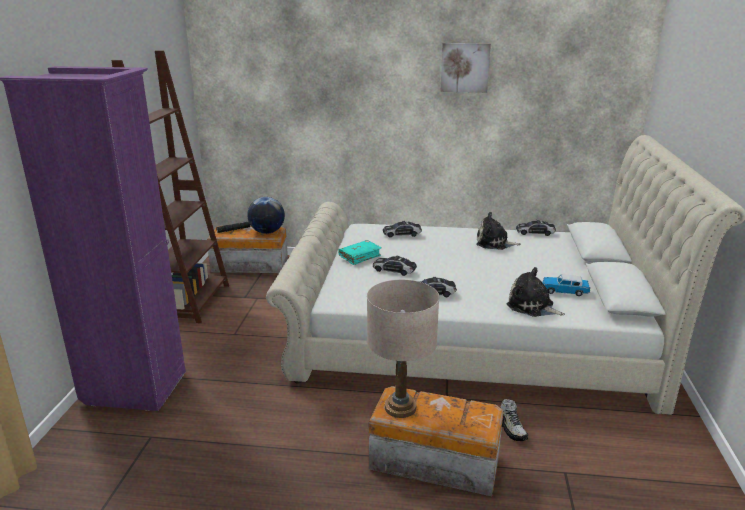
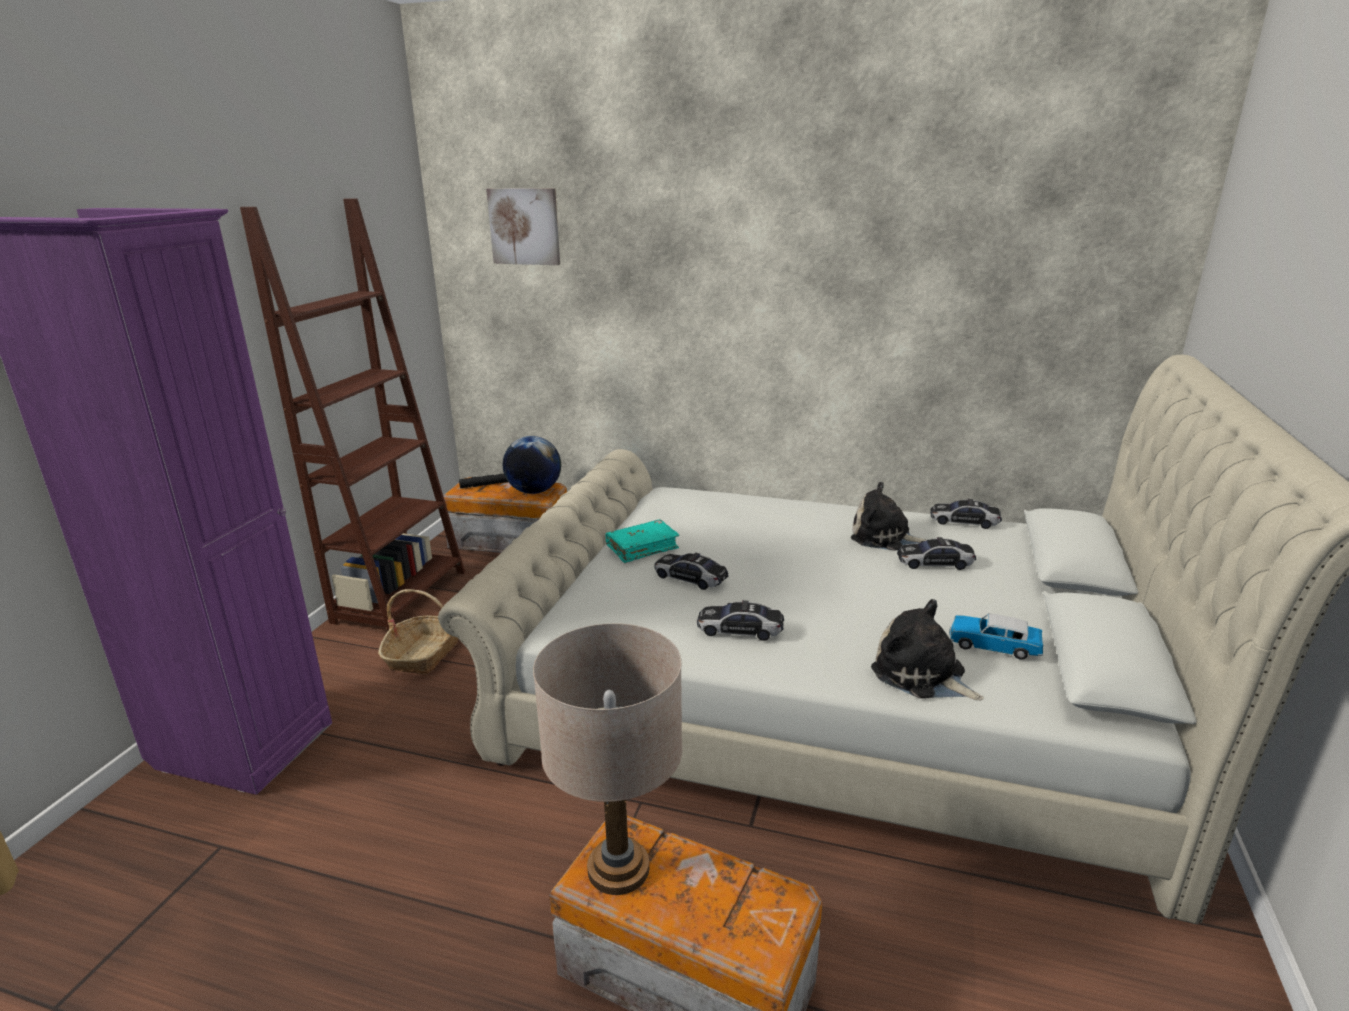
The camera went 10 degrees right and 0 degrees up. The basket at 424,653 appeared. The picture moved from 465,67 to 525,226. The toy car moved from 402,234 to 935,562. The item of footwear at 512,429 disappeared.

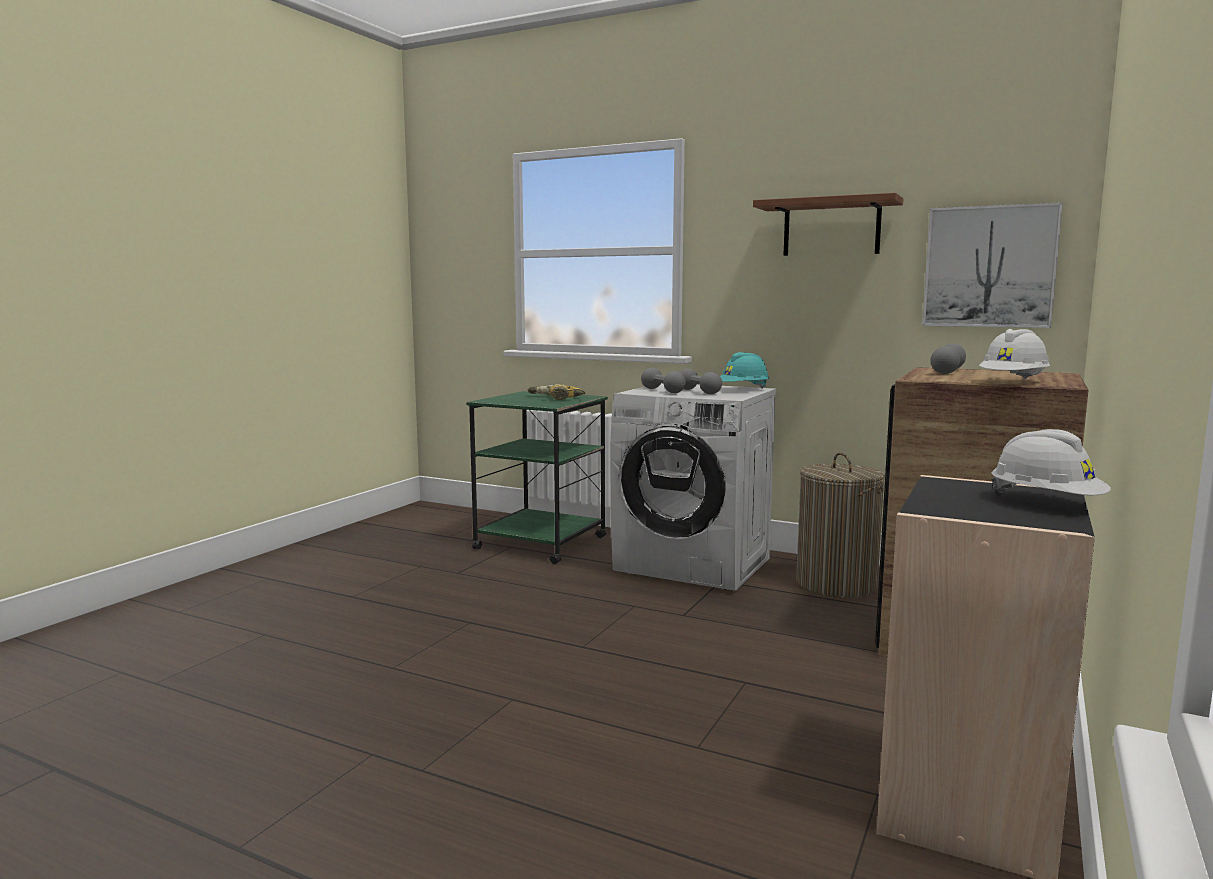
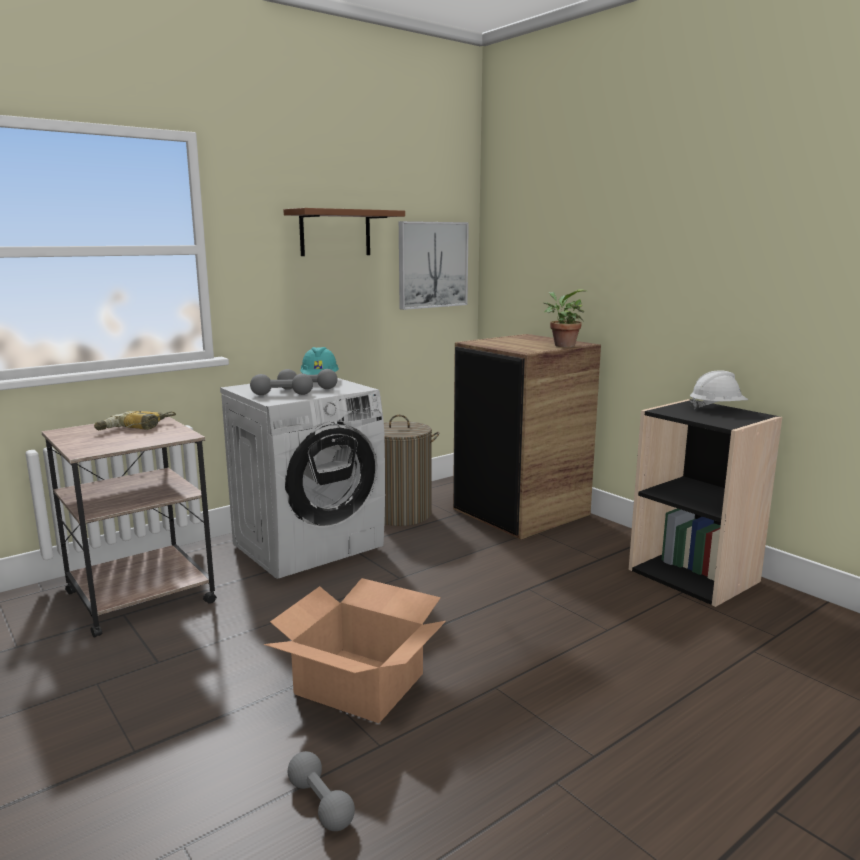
The camera went 65 degrees left and 5 degrees up. The greenish wheeled cart at 542,543 became the brown-coloured wheeled cart at 142,596. The carton at 360,683 appeared. The greyish dumbbell moved from 947,371 to 320,804. The whitish hard hat at 1013,381 was replaced by the houseplant at 562,345.

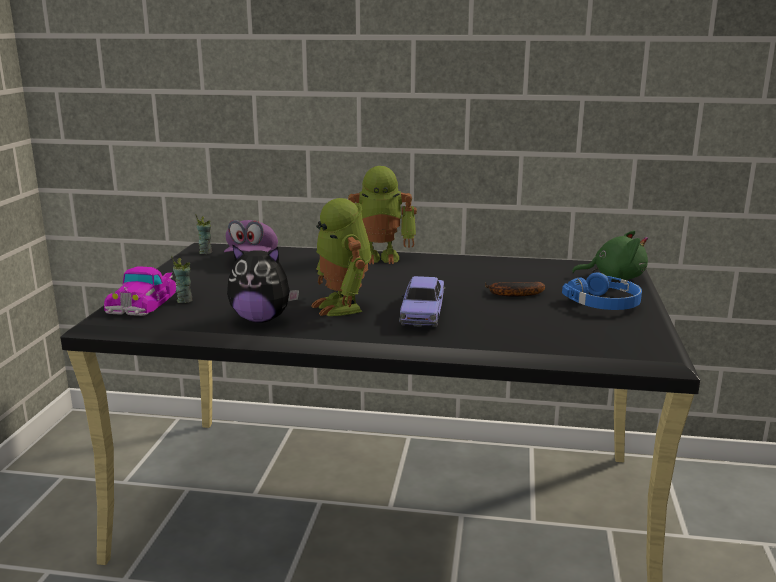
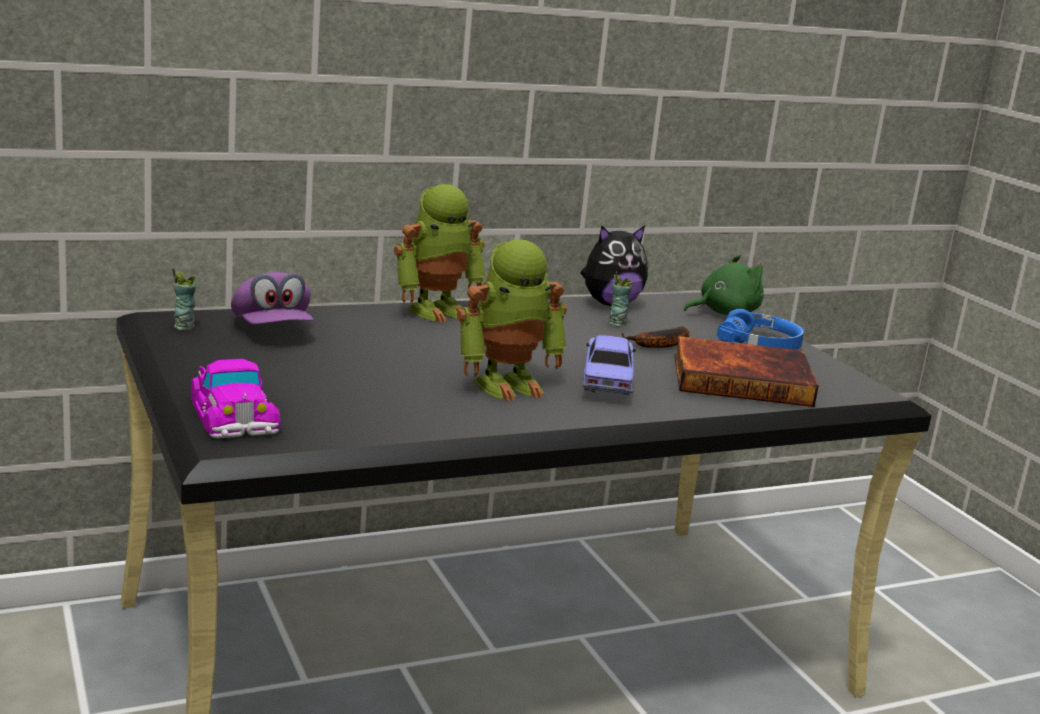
The camera went 35 degrees left and 0 degrees up. The toy robot at 343,306 turned 60 degrees counterclockwise. The soft toy moved from 261,319 to 610,303. The toy car at 422,313 turned 150 degrees counterclockwise. The drinking cup moved from 184,300 to 617,323. The book at 742,379 appeared.

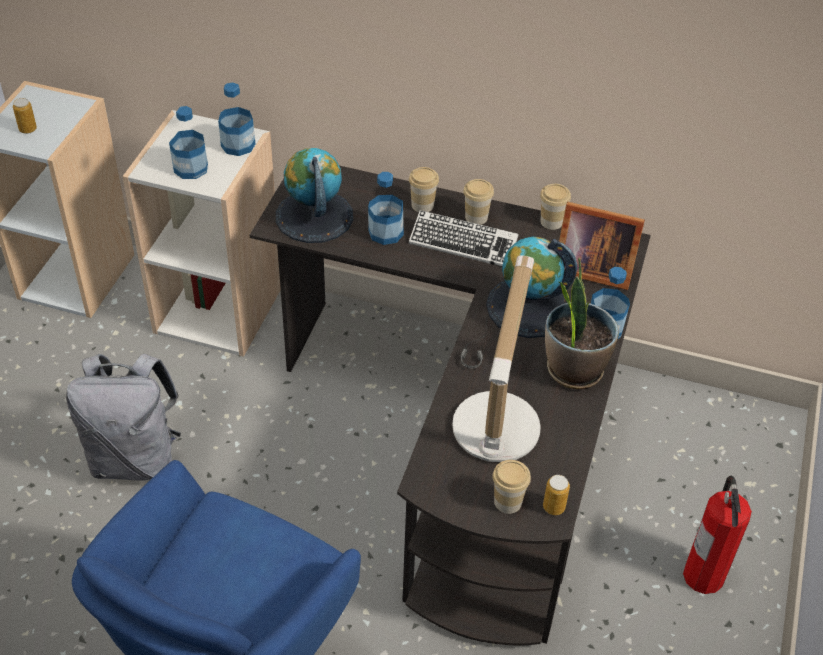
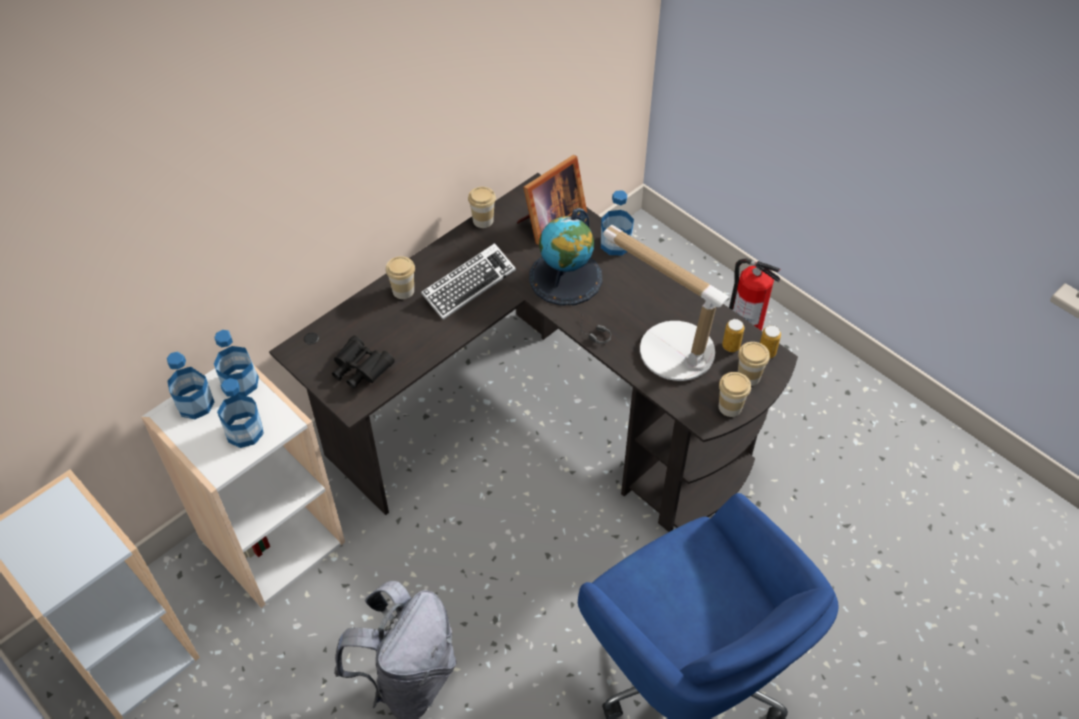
The camera went 60 degrees left and 5 degrees up. The bottle moved from 386,232 to 195,404. The globe at 314,216 was replaced by the black field glasses at 361,370. The drinking cup moved from 476,217 to 730,407. The sealed can moved from 28,129 to 731,346. The houseplant at 573,369 disappeared.

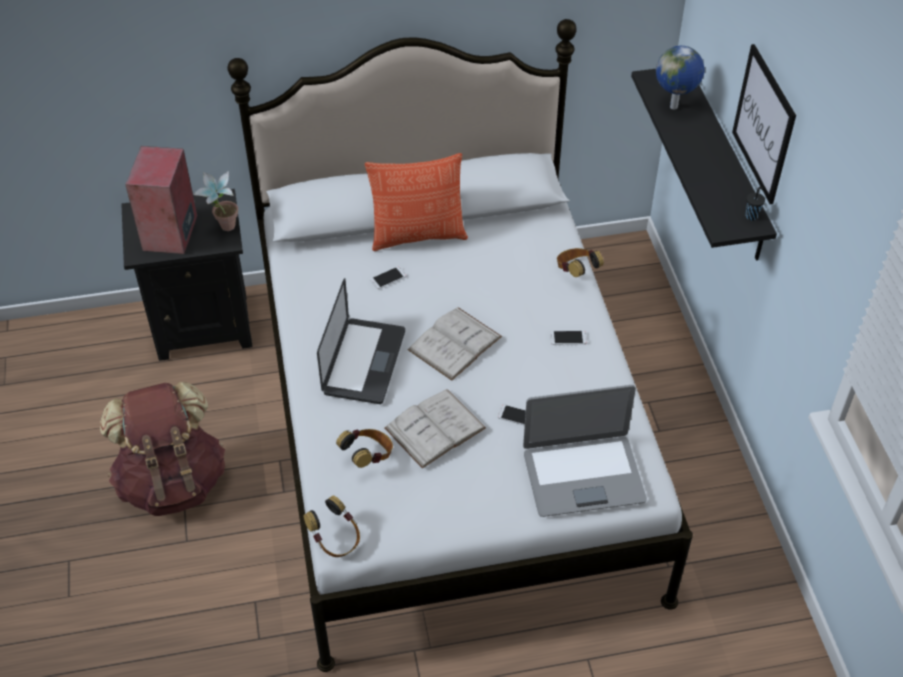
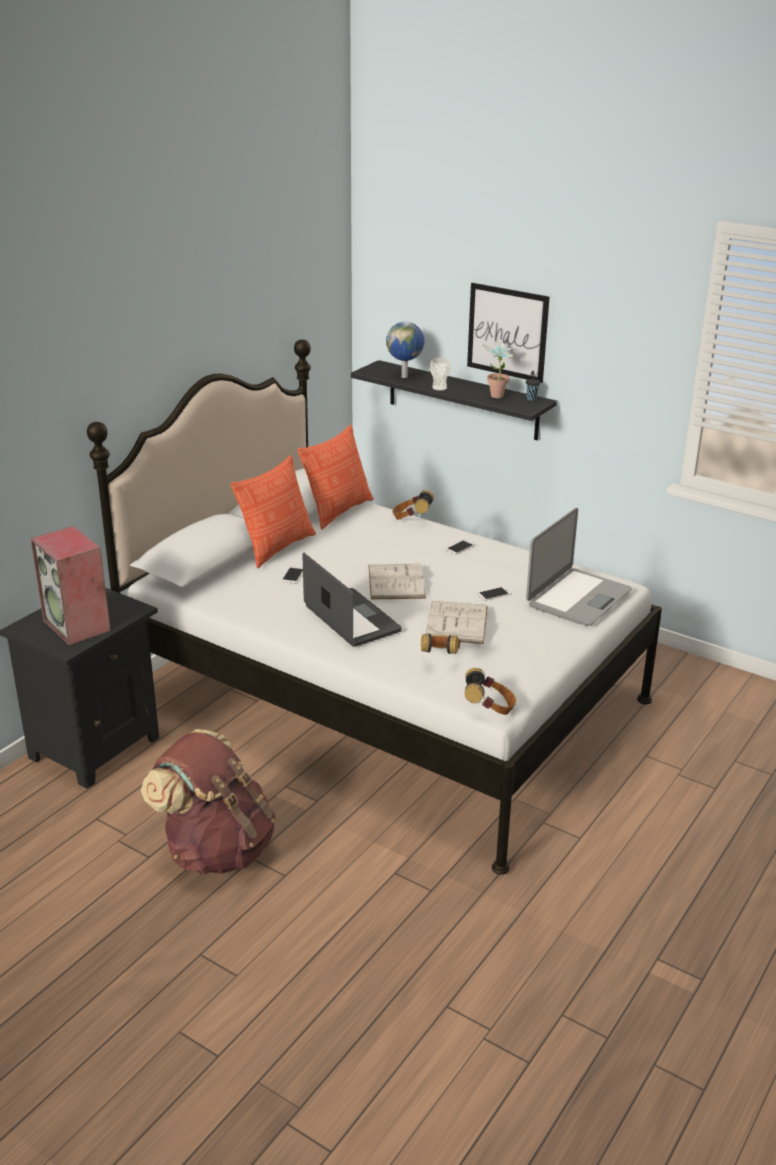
The camera went 45 degrees left and 20 degrees down. The orange pillow at 338,511 appeared. The drinking cup at 439,388 appeared. The houseplant moved from 223,229 to 497,397.

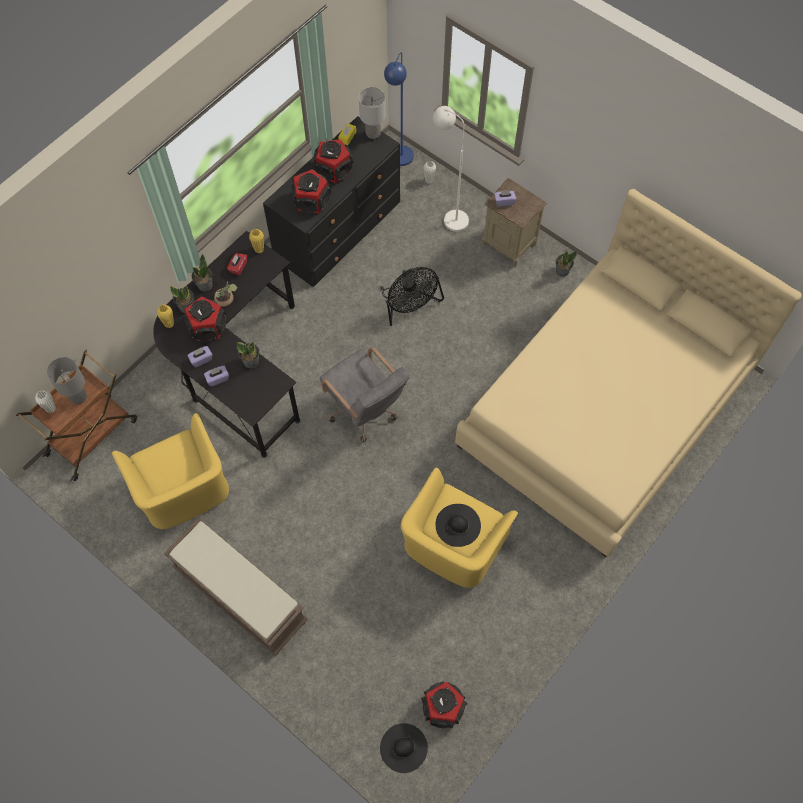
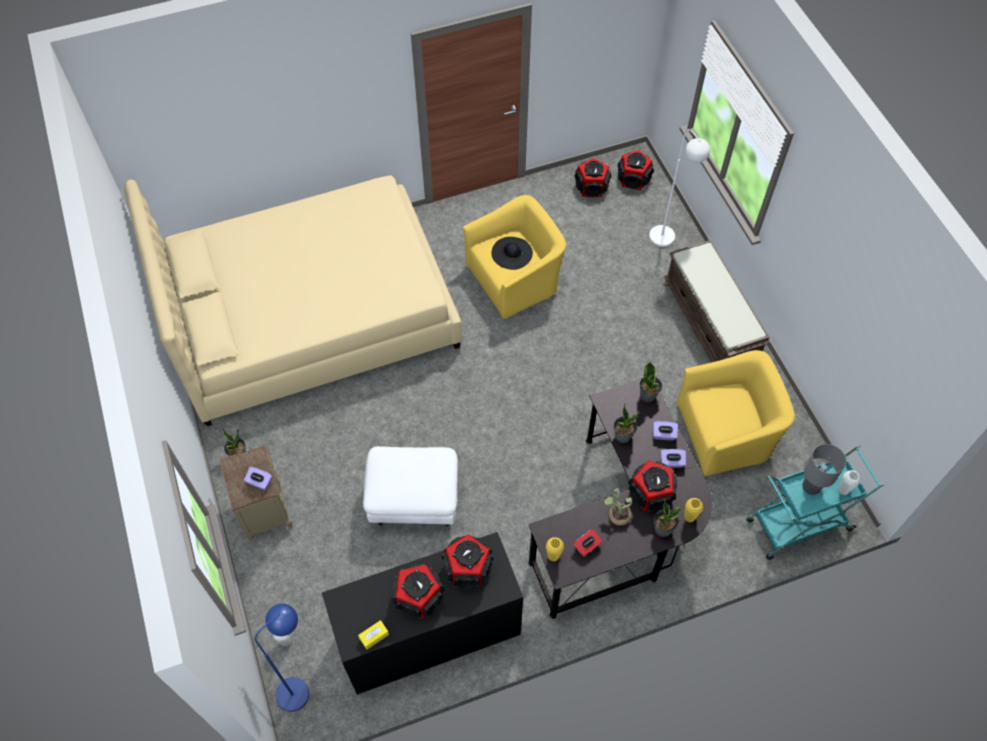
The camera went 150 degrees left and 5 degrees down. The black fan at 407,305 was replaced by the whitish ottoman at 413,500. The black clothing hat at 403,748 was replaced by the audio speaker at 633,179. The houseplant moved from 205,285 to 648,395. The whitish standard lamp moved from 449,218 to 666,243. The yellow lounge chair at 182,488 turned 75 degrees clockwise. The brown-coloured wheeled cart at 93,437 became the turquoise wheeled cart at 797,525. The greyish computer chair at 365,413 disappeared. The greyish tabletop lamp at 373,134 disappeared.

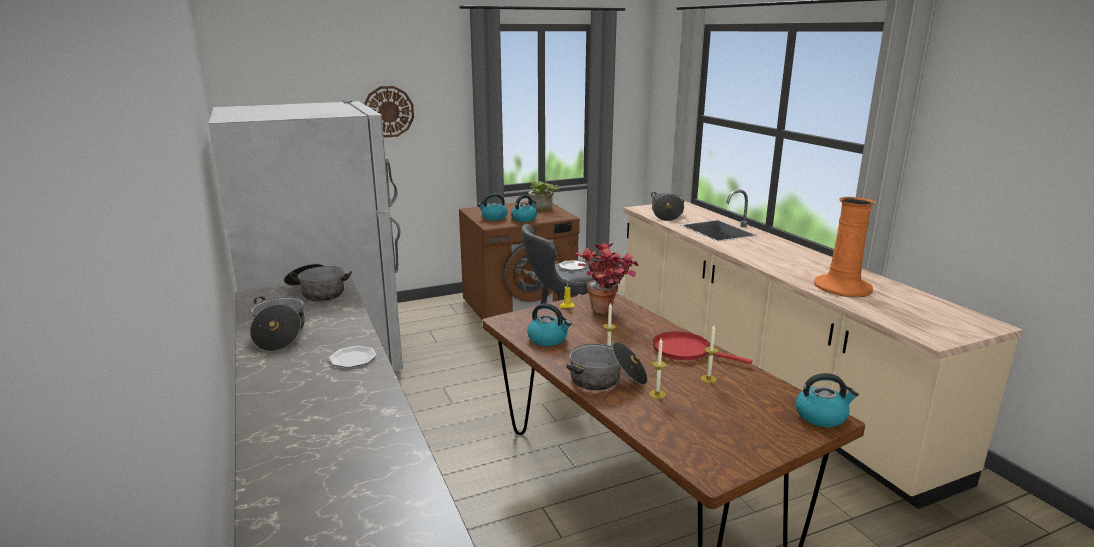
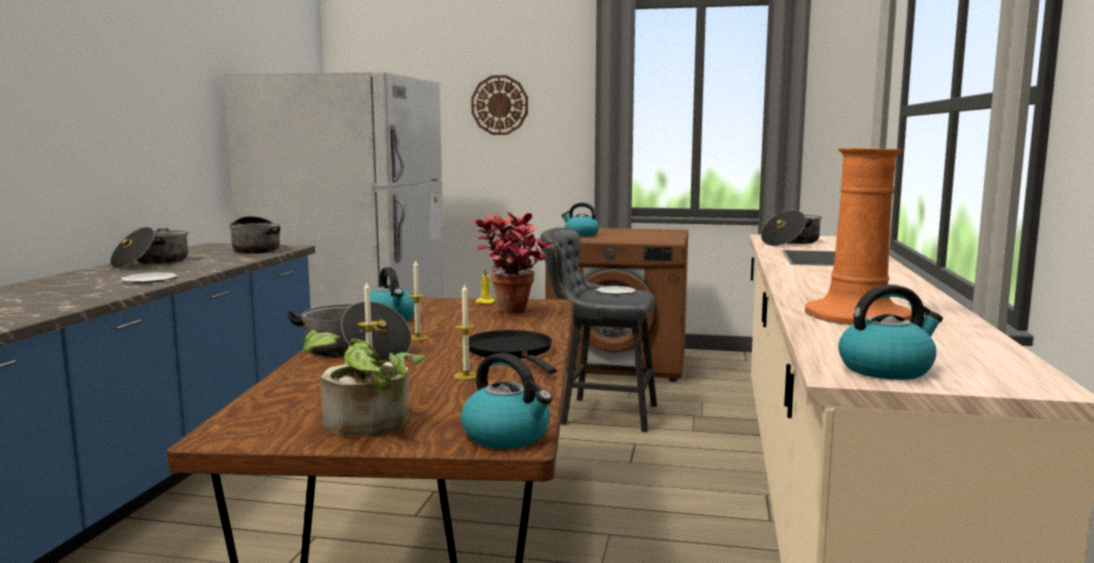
The camera went 35 degrees right and 10 degrees down. The houseplant moved from 542,208 to 365,427. The reddish frying pan at 685,350 became the black frying pan at 512,352. The water kettle moved from 524,219 to 886,369.

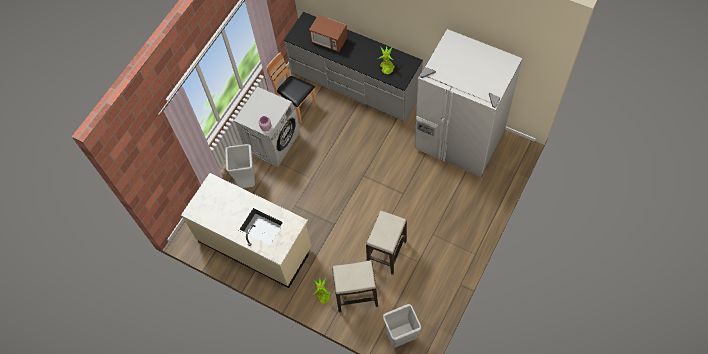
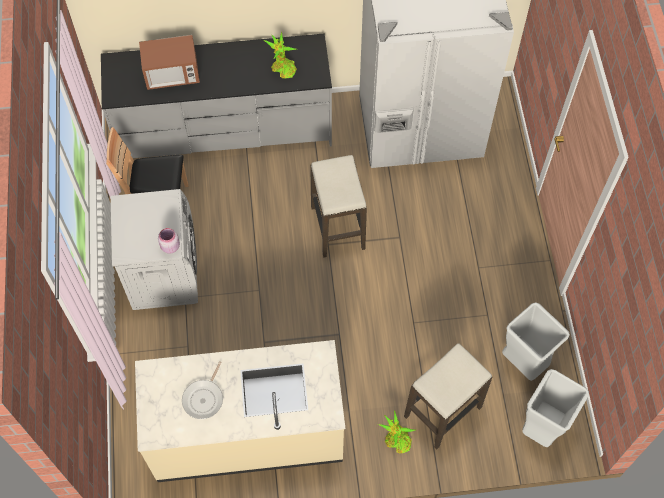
The camera went 40 degrees left and 0 degrees up. The frying pan at 204,398 appeared. The stool moved from 387,253 to 338,228. The greyish trash can moved from 247,180 to 523,363.

